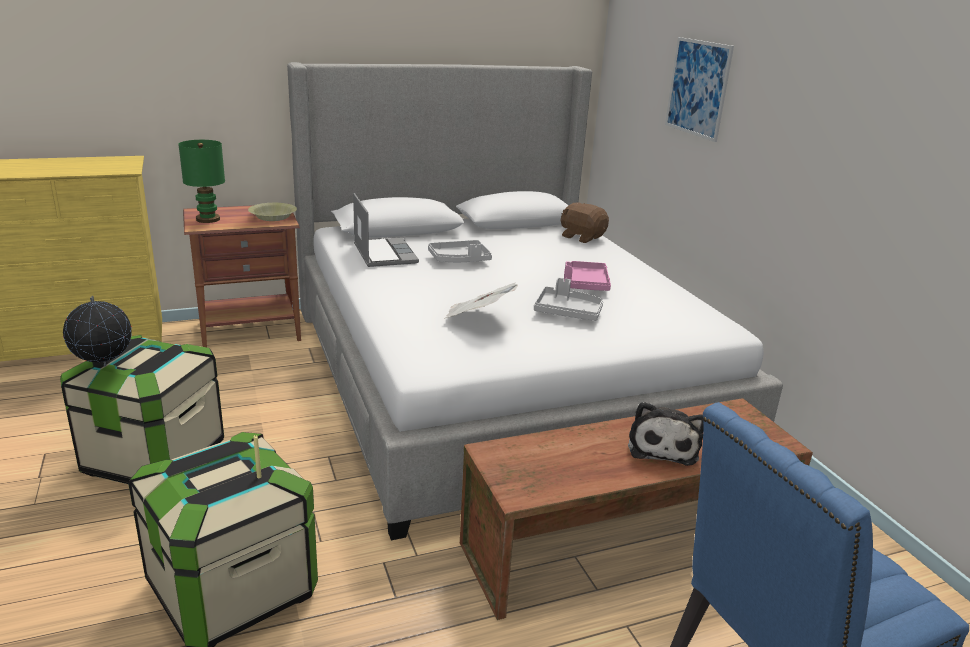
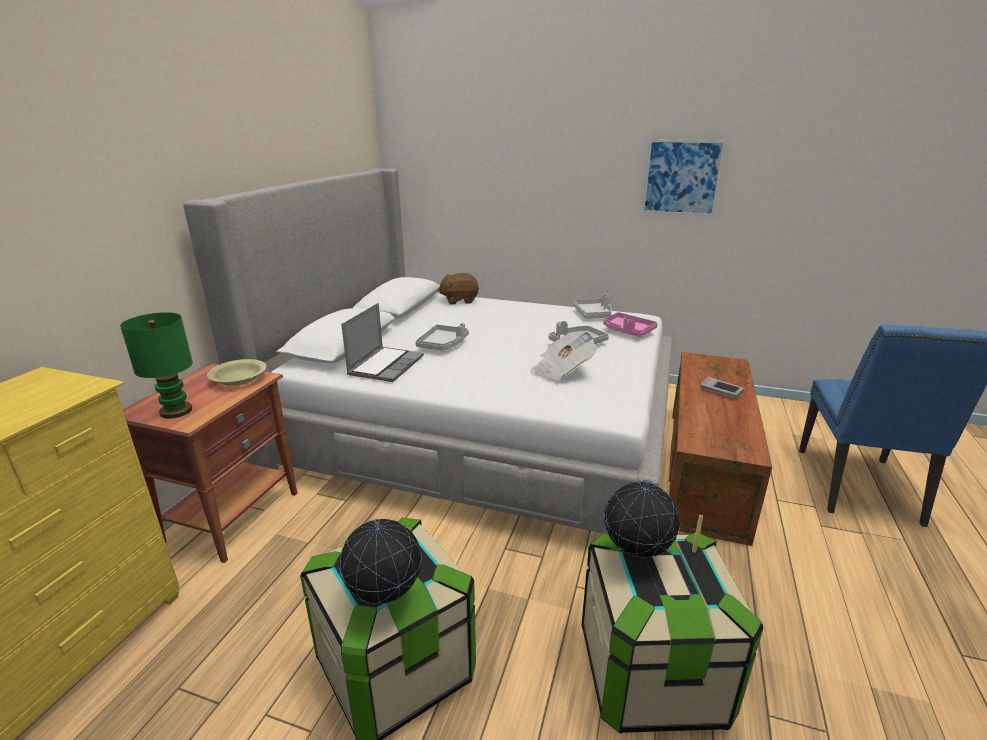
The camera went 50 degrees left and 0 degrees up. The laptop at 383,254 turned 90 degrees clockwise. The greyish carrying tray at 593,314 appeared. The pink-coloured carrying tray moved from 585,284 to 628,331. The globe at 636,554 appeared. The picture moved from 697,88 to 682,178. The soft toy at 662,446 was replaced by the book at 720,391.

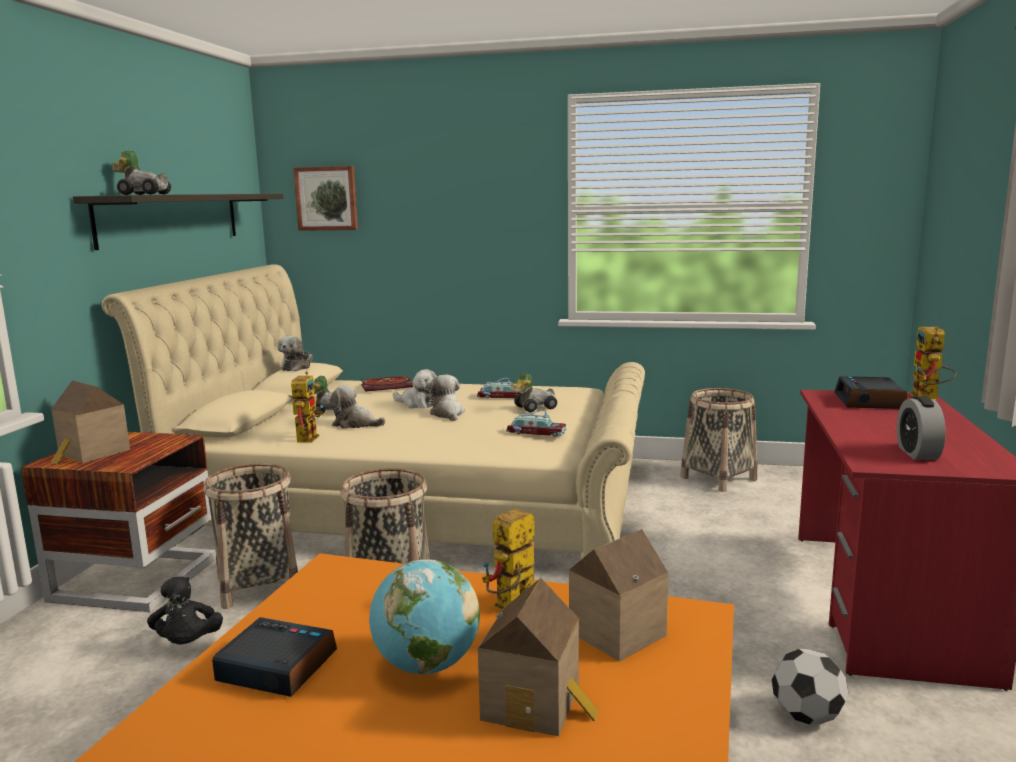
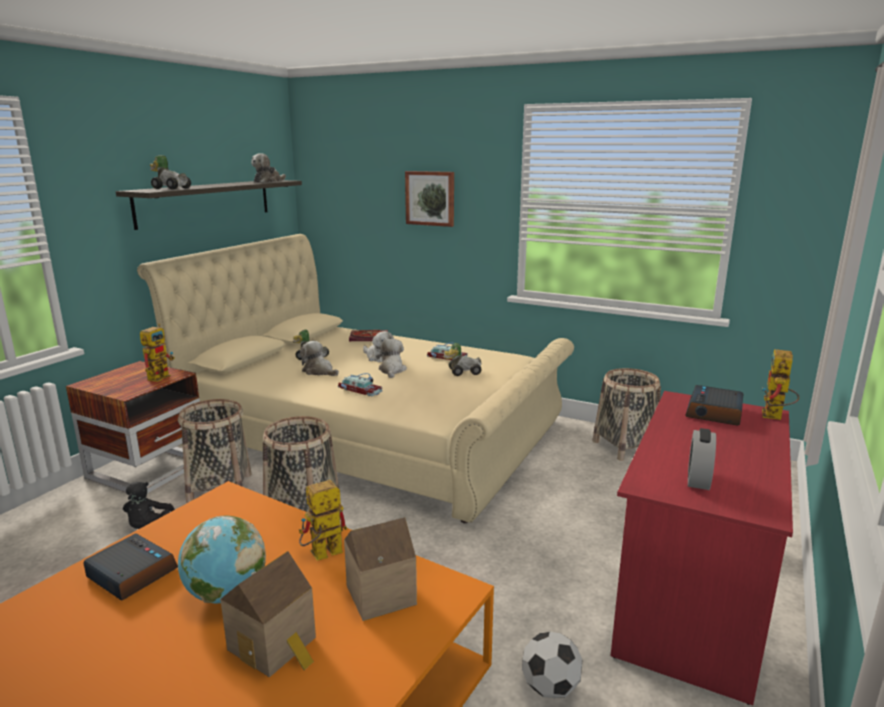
The camera went 15 degrees right and 5 degrees up. The toy robot moved from 307,437 to 161,376. The soft toy moved from 297,367 to 268,181. The toy car moved from 536,432 to 360,390. The picture moved from 327,198 to 430,198. The miniature house at 91,453 disappeared.

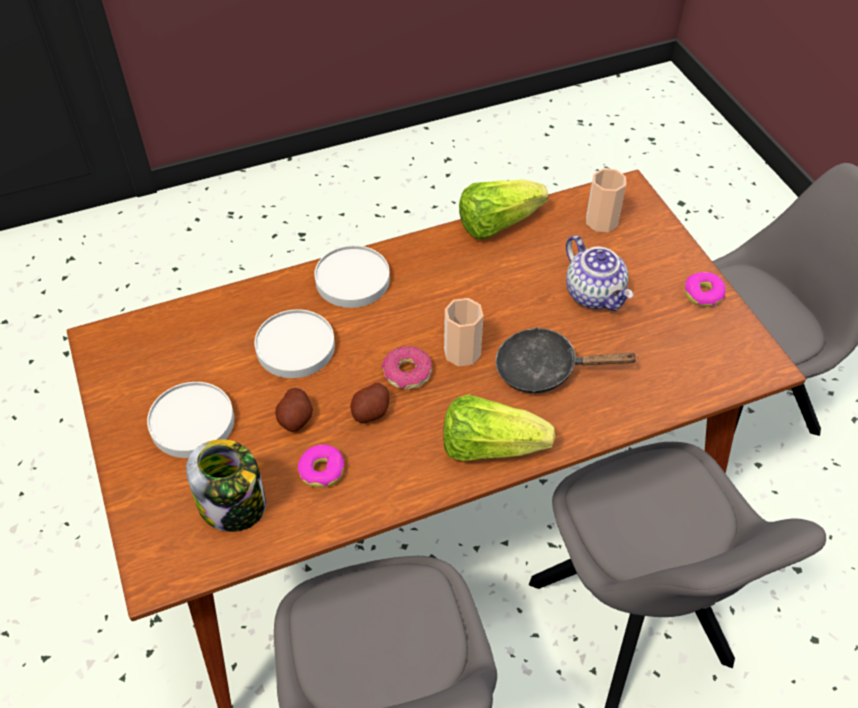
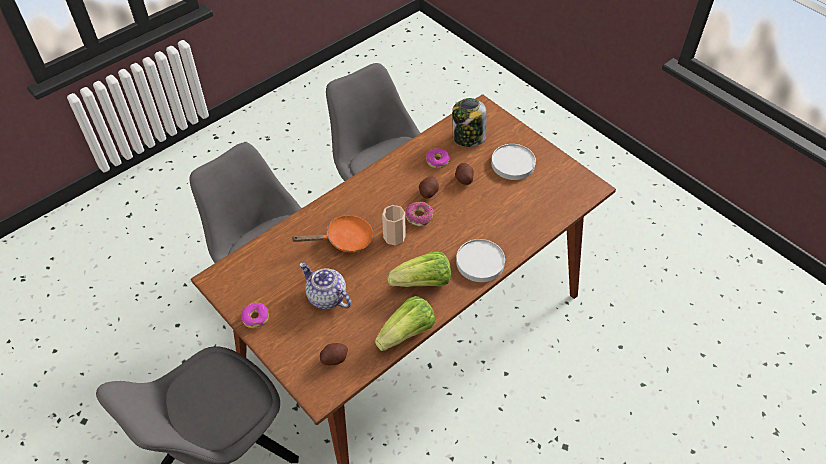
The camera went 160 degrees right and 0 degrees up. The black frying pan at 544,369 became the orange frying pan at 344,240. The drinking cup at 601,221 was replaced by the whole potato at 334,358. The lettuce moved from 489,446 to 423,283. The whitish flat dish at 295,347 disappeared.

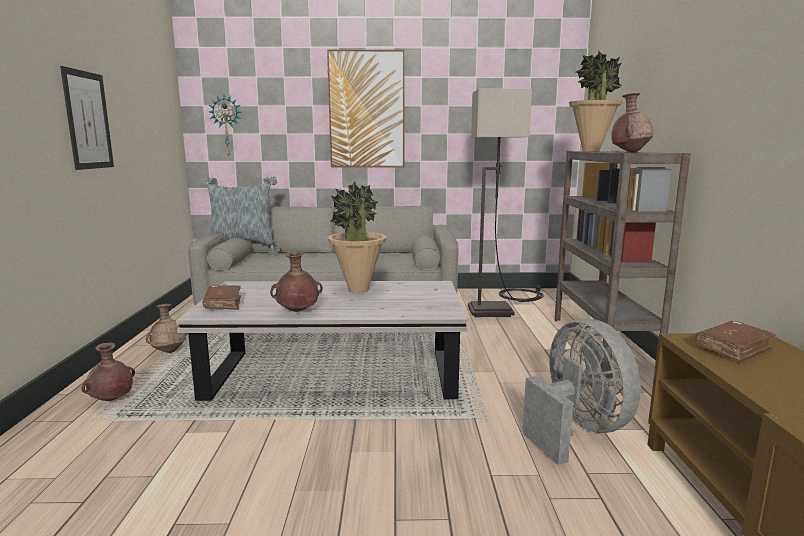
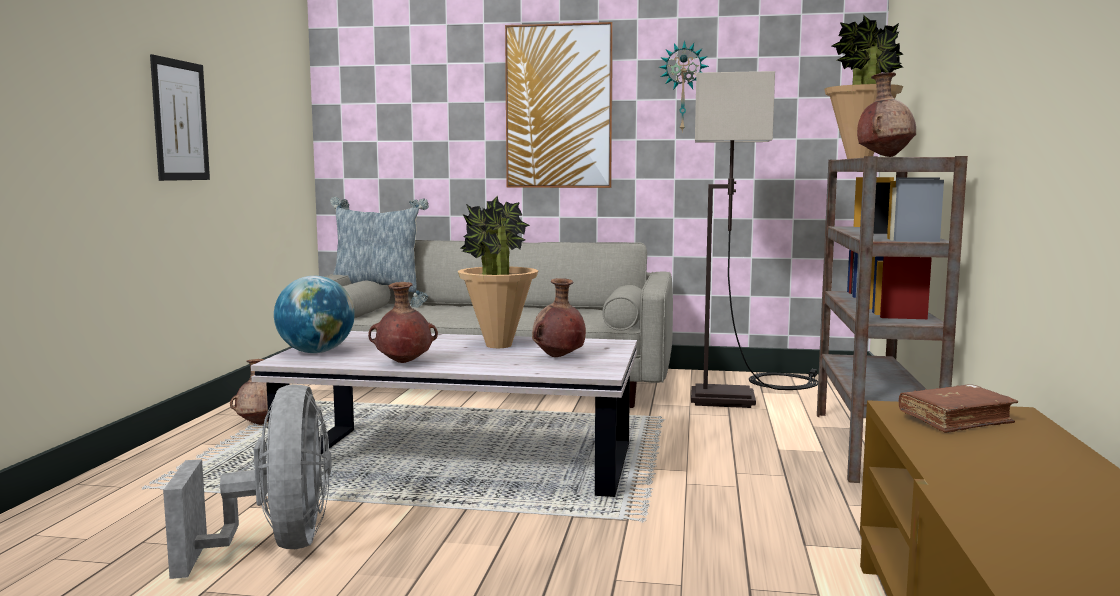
The camera went 10 degrees right and 5 degrees down. The greyish fan moved from 576,430 to 276,546. The brown-coloured book at 223,304 was replaced by the globe at 316,352. The brown-coloured vase moved from 111,400 to 558,357. The clock on the wall moved from 226,126 to 683,87.

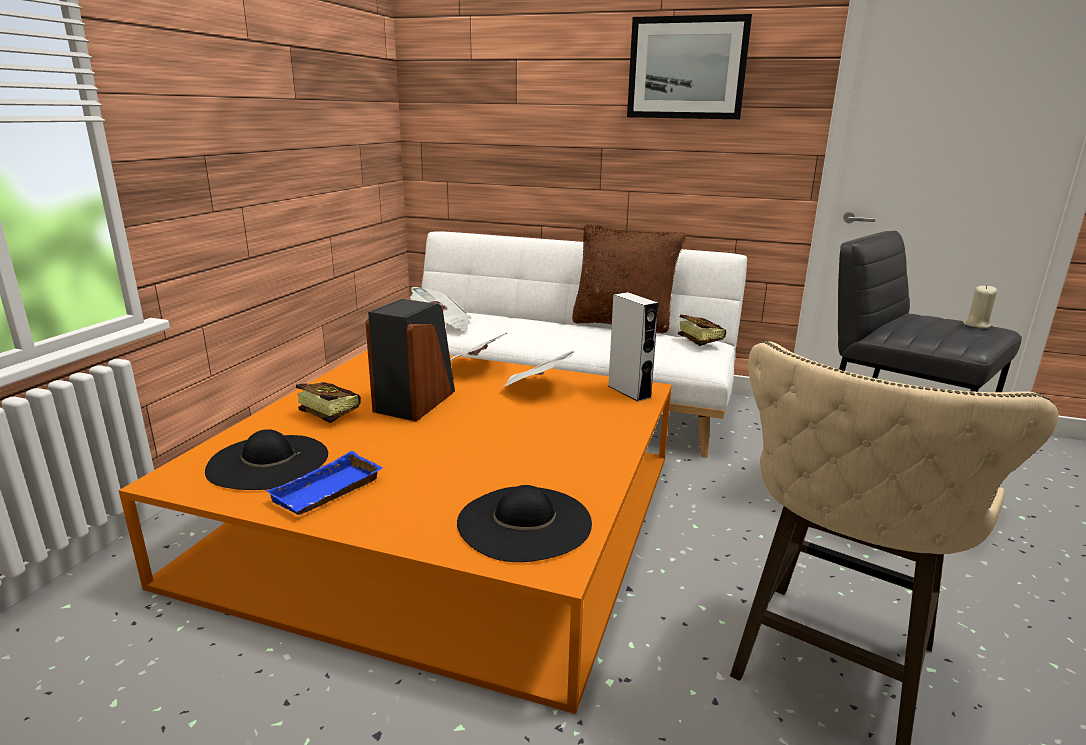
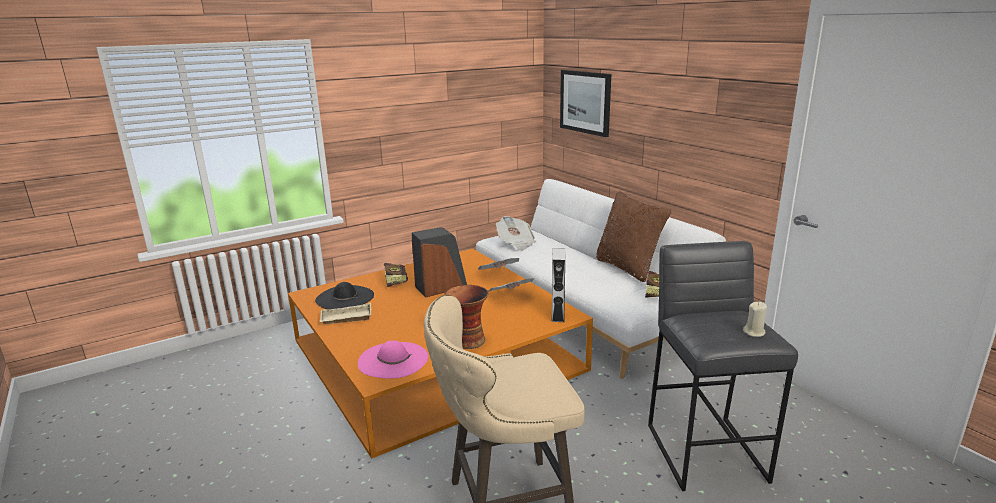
The camera went 40 degrees right and 0 degrees up. The blue-coloured carrying tray at 328,492 became the beige-coloured carrying tray at 345,318. The black clothing hat at 524,522 became the pink-coloured clothing hat at 393,360. The vase at 468,341 appeared. The picture moved from 687,68 to 585,102.

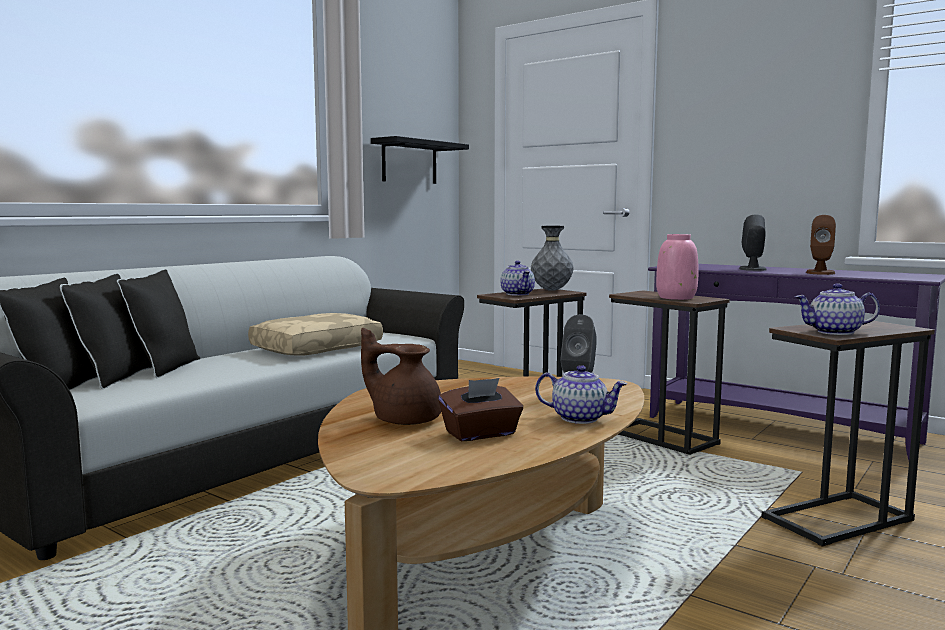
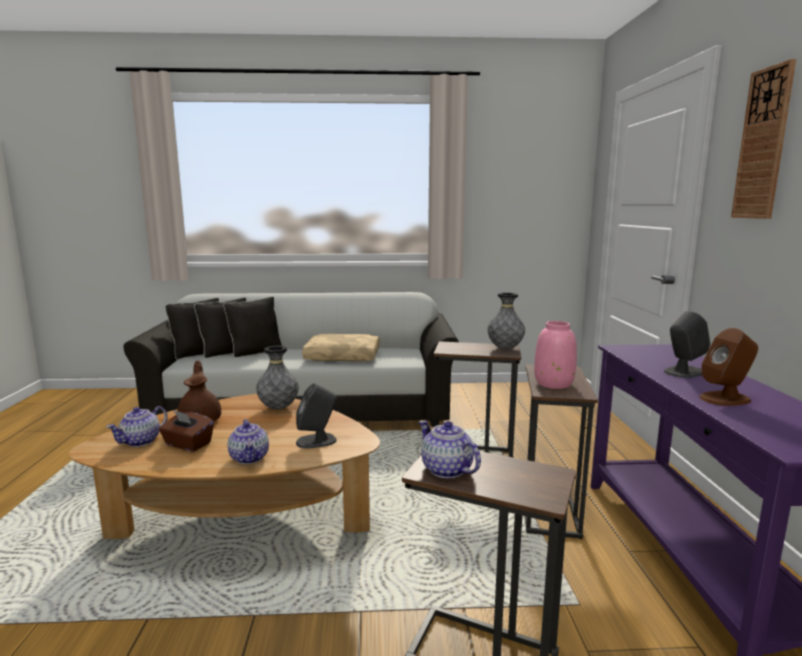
The camera went 50 degrees right and 5 degrees up. The teapot moved from 518,294 to 140,441. The greyish vase at 279,408 appeared. The clock on the wall at 763,144 appeared. The black wall shelf at 409,162 disappeared.

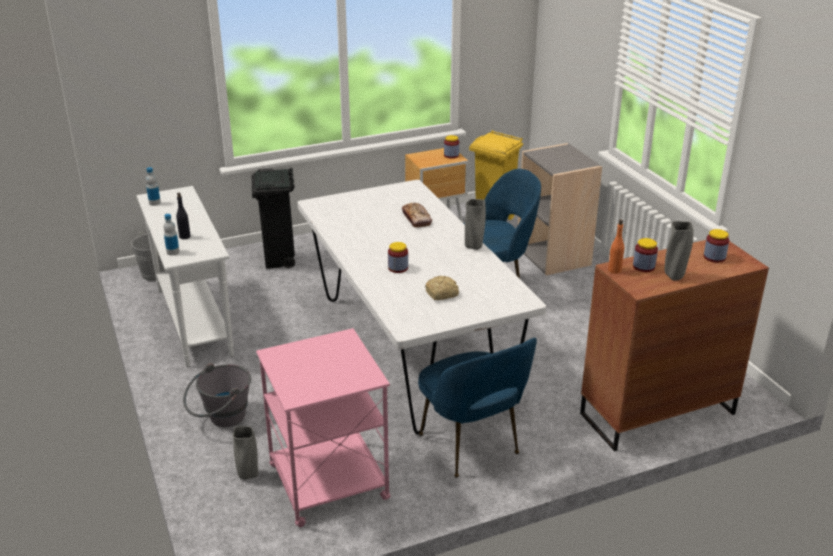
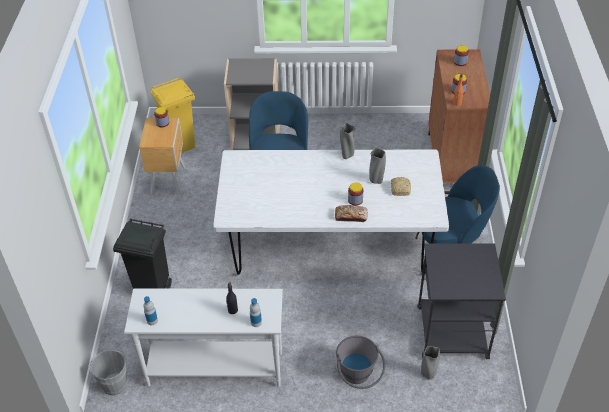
The camera went 65 degrees left and 15 degrees up. The baked bread moved from 416,219 to 351,216. The greyish vase moved from 674,276 to 376,180. The pink-coloured wheeled cart at 327,482 became the black wheeled cart at 452,333.

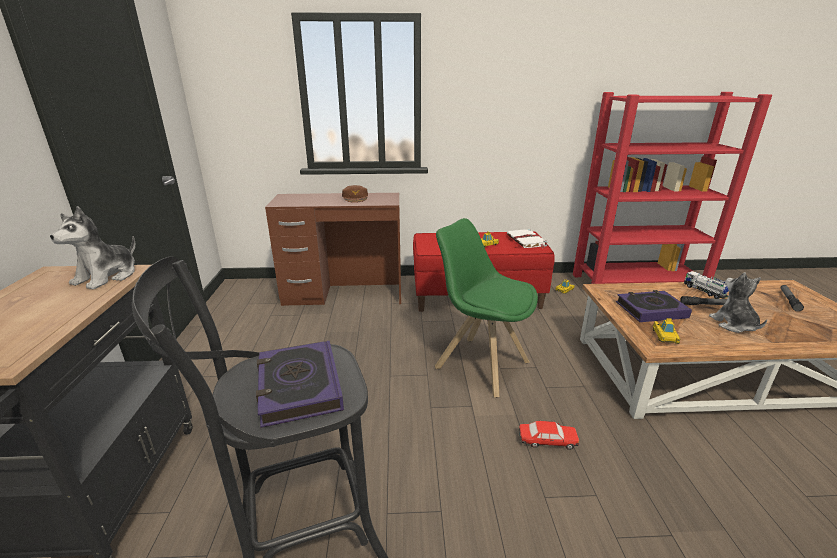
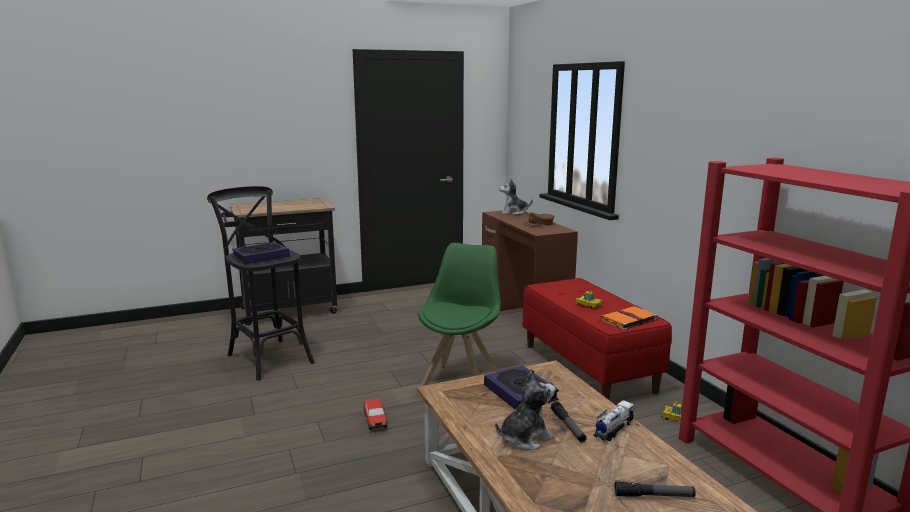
The camera went 70 degrees right and 10 degrees down. The soft toy moved from 107,276 to 514,213. The whitish book at 526,240 became the orange book at 628,320. The toy car at 665,336 disappeared.

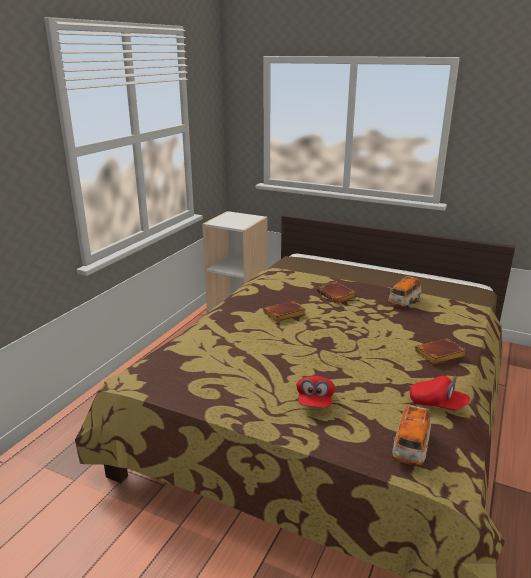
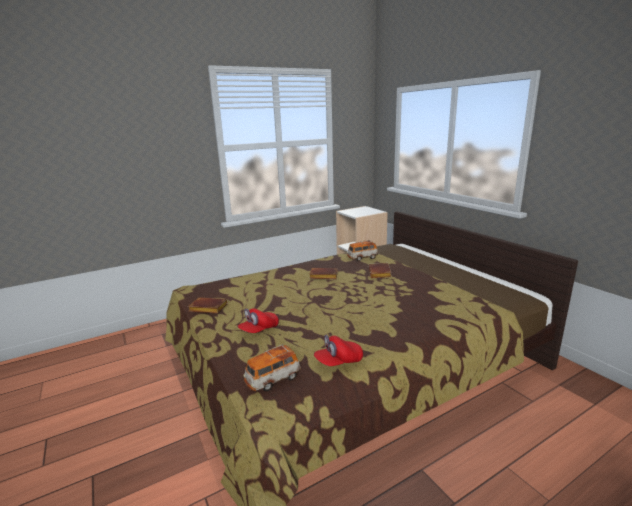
The camera went 35 degrees right and 5 degrees down. The brown-coloured book moved from 439,356 to 207,309. The reddish cap at 437,404 turned 90 degrees clockwise. The toy car moved from 404,302 to 362,258.

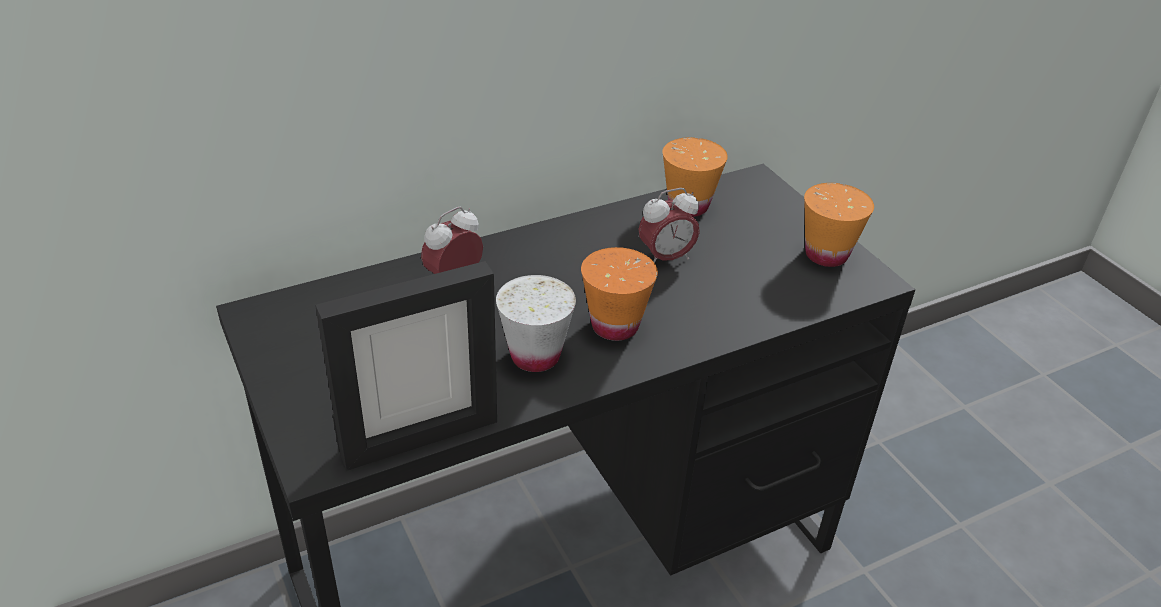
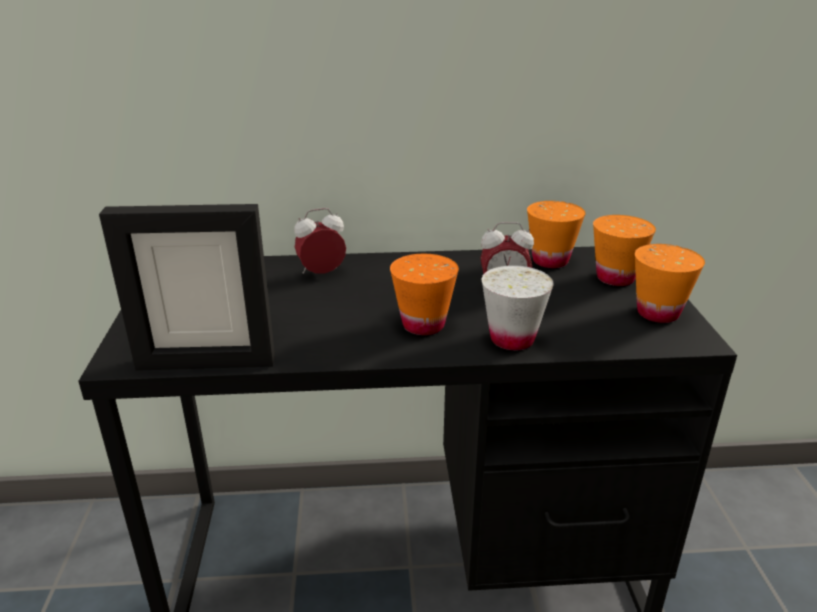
The camera went 25 degrees right and 10 degrees down. The whitish drinking cup moved from 535,356 to 512,339. The orange drinking cup at 615,278 appeared.

